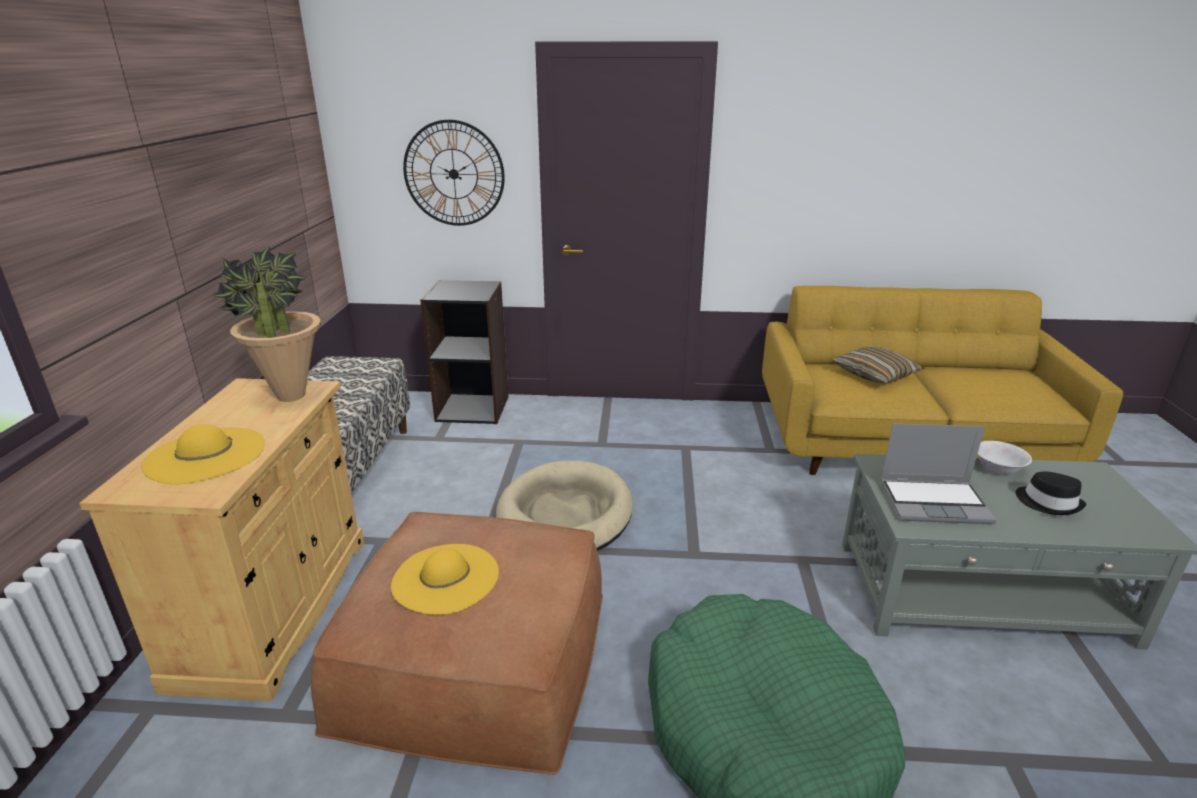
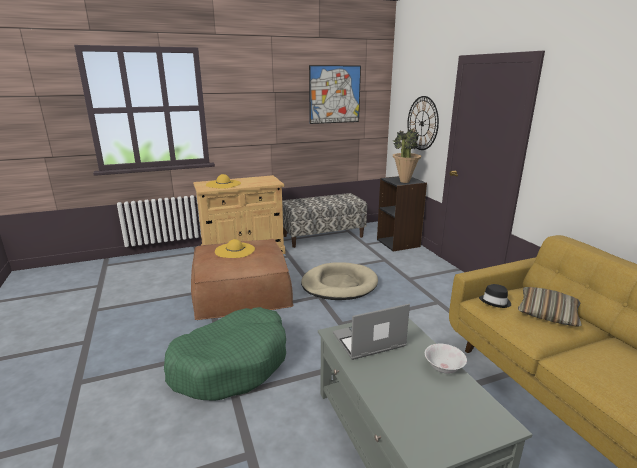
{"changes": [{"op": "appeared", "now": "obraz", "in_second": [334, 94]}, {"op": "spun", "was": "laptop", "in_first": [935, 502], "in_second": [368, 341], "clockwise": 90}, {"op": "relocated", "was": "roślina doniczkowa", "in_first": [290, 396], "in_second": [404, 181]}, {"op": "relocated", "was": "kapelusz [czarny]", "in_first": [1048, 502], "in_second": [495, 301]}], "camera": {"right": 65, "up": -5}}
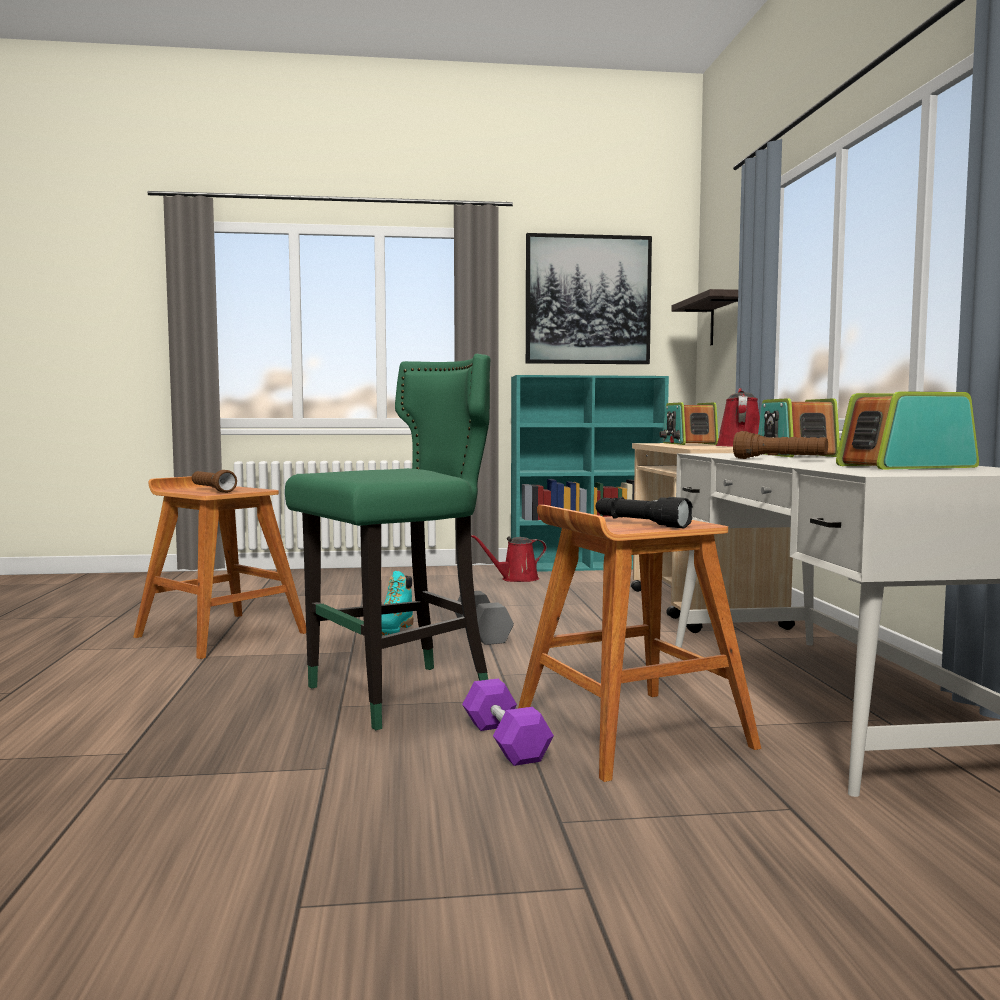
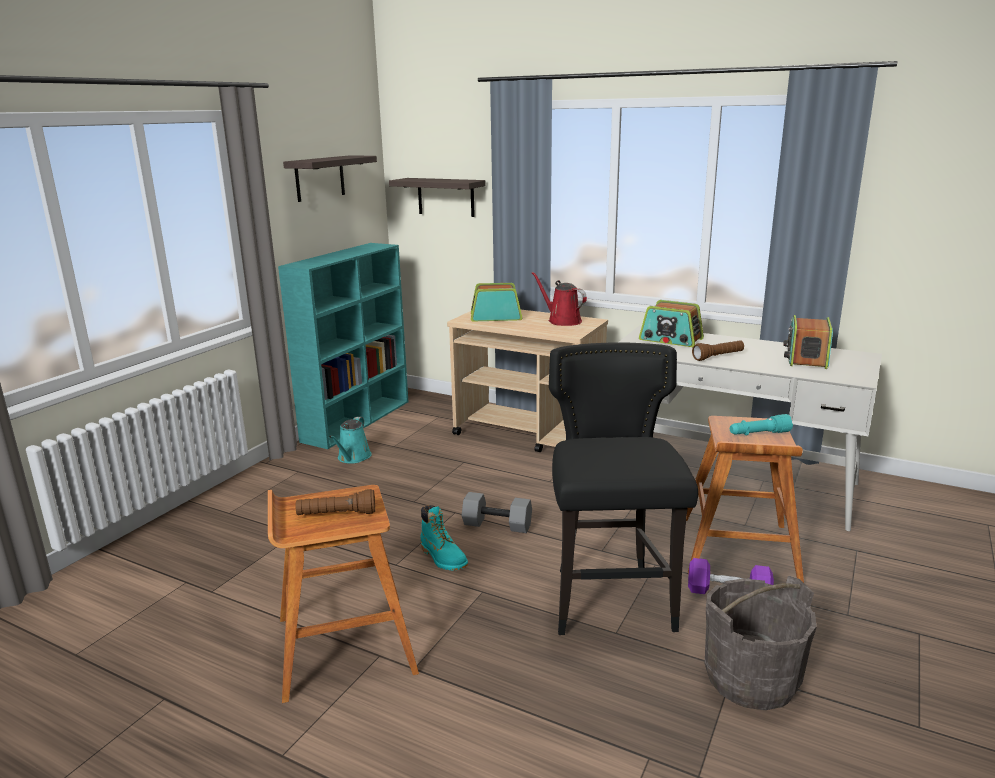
{"changes": [{"op": "exchanged", "was": "obraz", "now": "półka", "in_first": [587, 300], "in_second": [320, 178]}, {"op": "colour", "was": "konewka [czerwony]", "now": "konewka [turkusowy]", "in_first": [516, 579], "in_second": [353, 458]}, {"op": "spun", "was": "radio", "in_first": [688, 443], "in_second": [496, 317], "clockwise": 150}, {"op": "colour", "was": "stołek [zielony]", "now": "stołek [czarny]", "in_first": [398, 695], "in_second": [611, 602]}, {"op": "appeared", "now": "wiadro [szary]", "in_second": [750, 678]}, {"op": "colour", "was": "latarka [czarny]", "now": "latarka [turkusowy]", "in_first": [640, 524], "in_second": [758, 434]}], "camera": {"right": -55, "up": 15}}
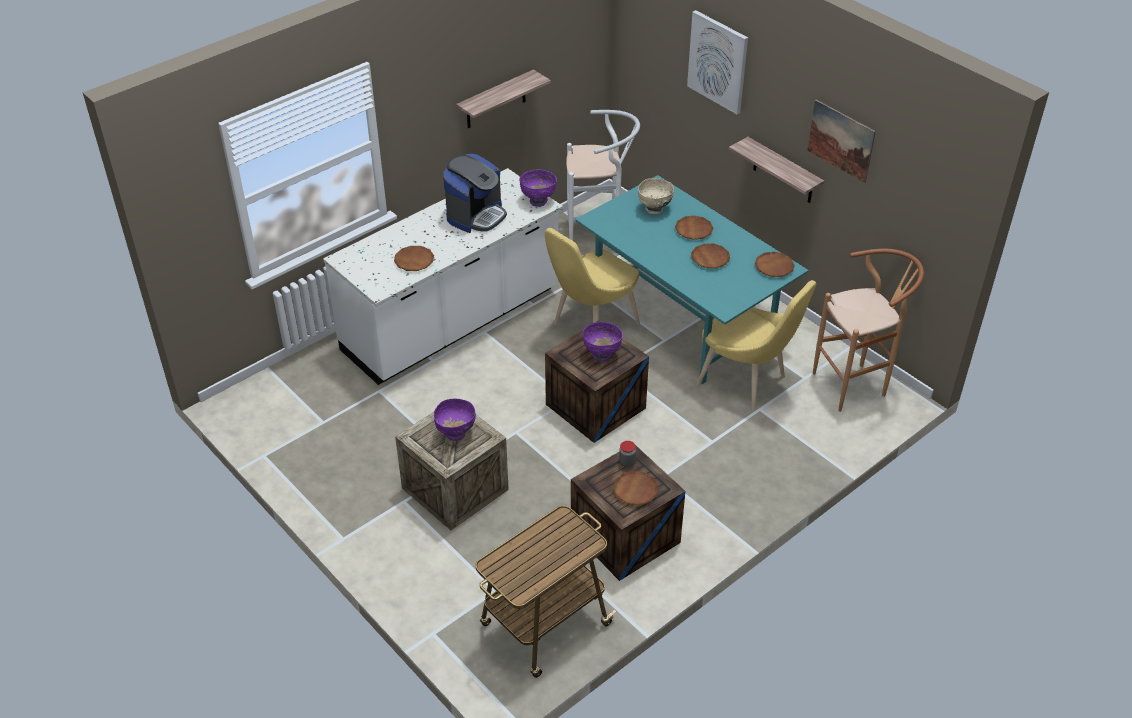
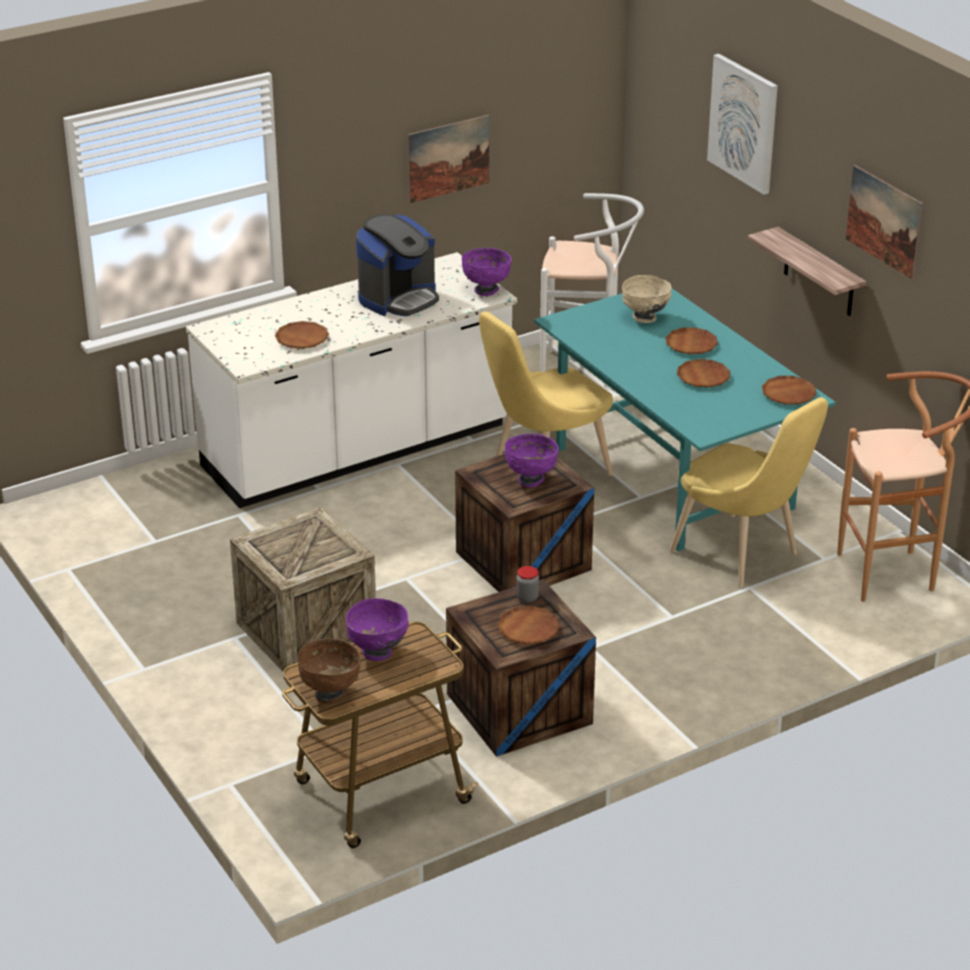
{"changes": [{"op": "appeared", "now": "miska [brązowy]", "in_second": [330, 694]}, {"op": "relocated", "was": "miska [fioletowy]", "in_first": [455, 434], "in_second": [377, 653]}, {"op": "exchanged", "was": "półka", "now": "obraz", "in_first": [496, 100], "in_second": [448, 158]}], "camera": {"right": 10, "up": -10}}
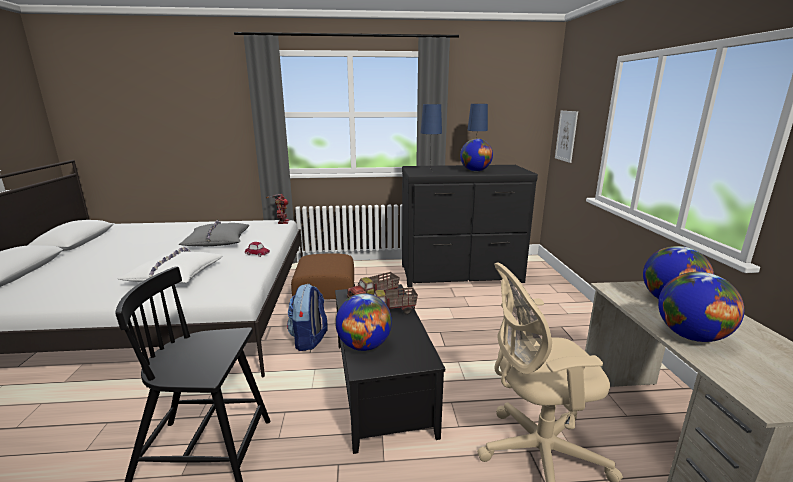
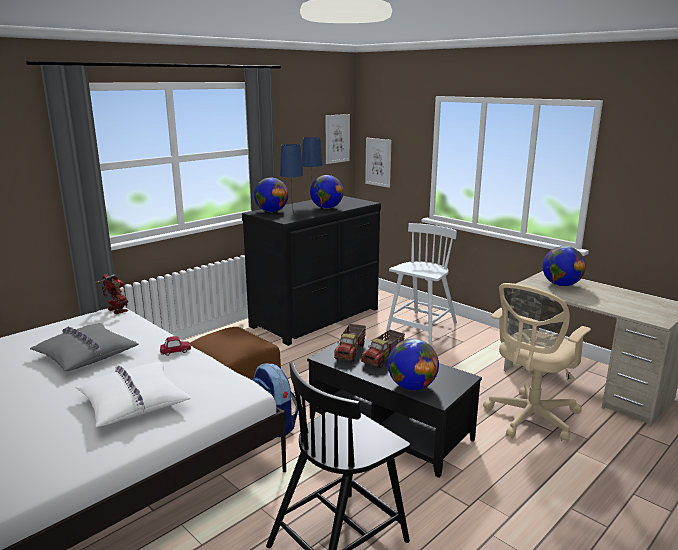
{"changes": [{"op": "relocated", "was": "globus", "in_first": [691, 336], "in_second": [271, 211]}, {"op": "appeared", "now": "obraz", "in_second": [337, 138]}, {"op": "appeared", "now": "krzesło [biały]", "in_second": [421, 328]}], "camera": {"right": -40, "up": 0}}
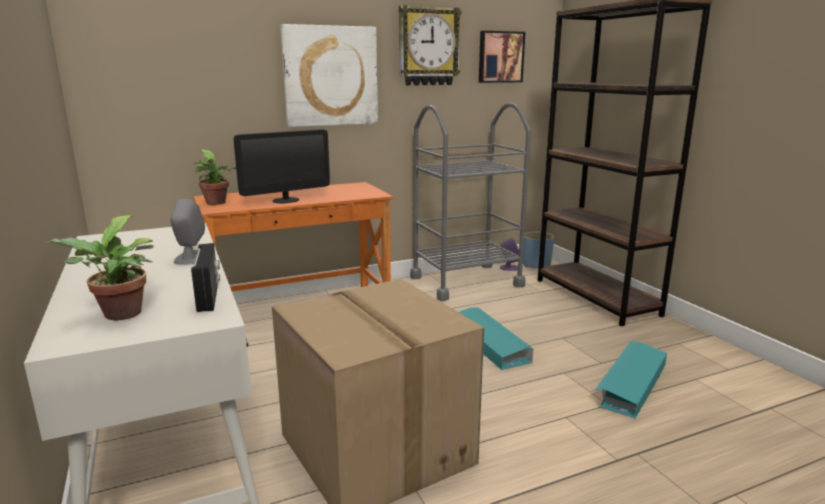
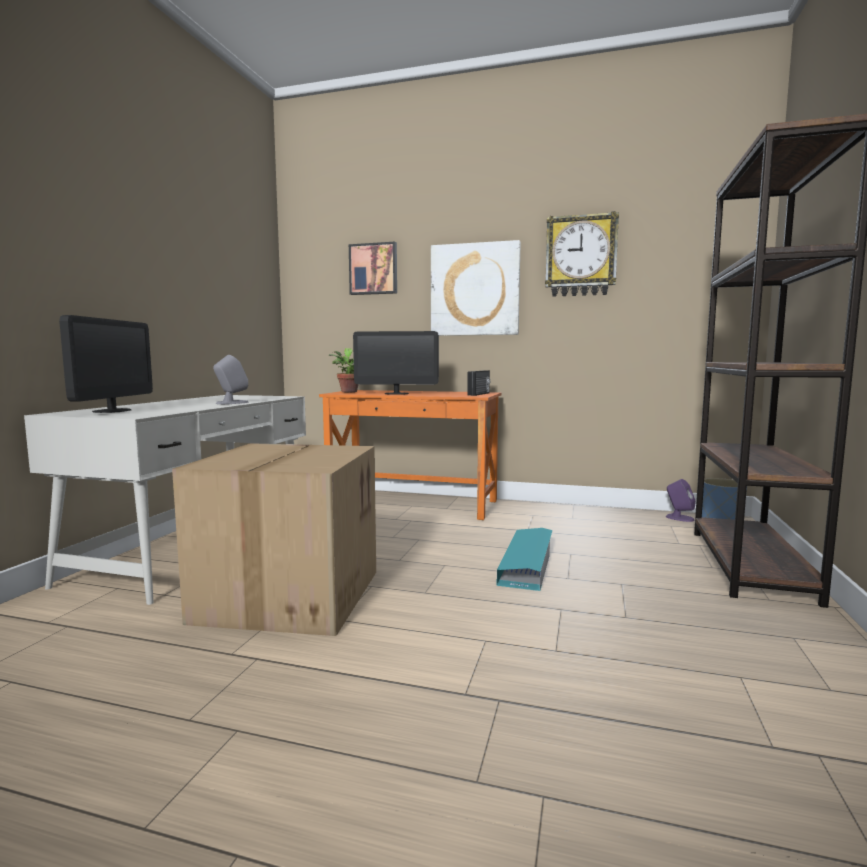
{"changes": [{"op": "exchanged", "was": "roślina doniczkowa", "now": "monitor", "in_first": [119, 315], "in_second": [112, 411]}, {"op": "relocated", "was": "obraz", "in_first": [500, 57], "in_second": [374, 269]}, {"op": "relocated", "was": "radio", "in_first": [210, 296], "in_second": [479, 394]}, {"op": "missing", "was": "wózek [szary]", "in_first": [466, 281]}, {"op": "missing", "was": "pojemnik do przechowywania [turkusowy]", "in_first": [631, 384]}], "camera": {"right": 40, "up": -10}}
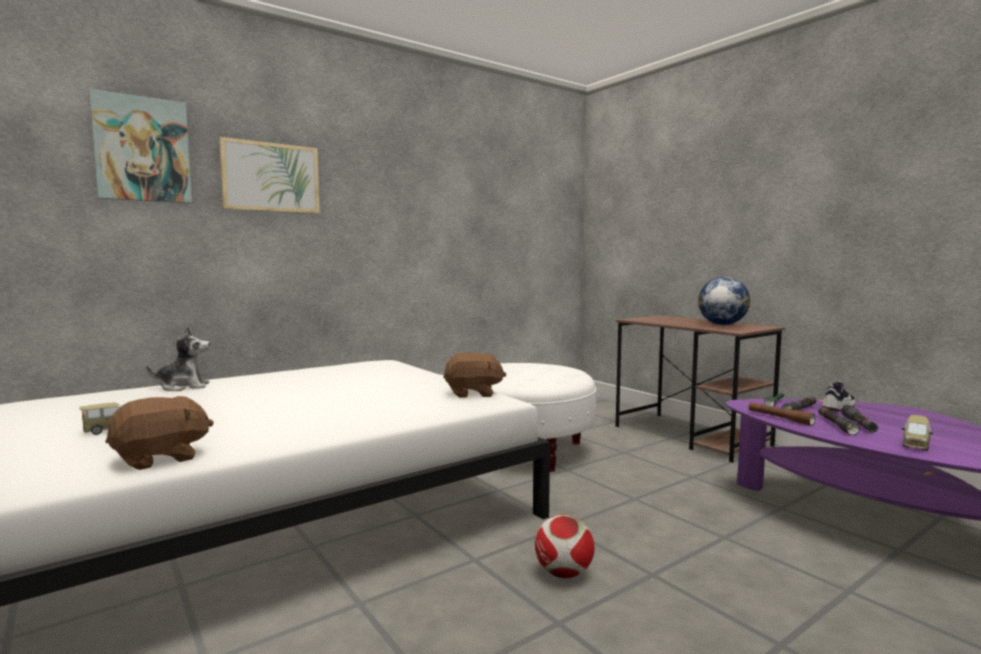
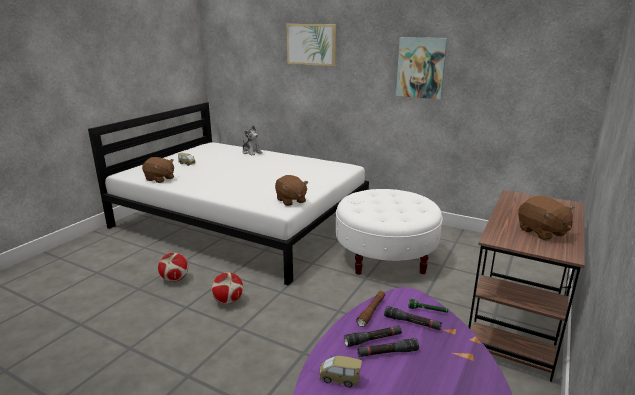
{"changes": [{"op": "appeared", "now": "piłka futbolowa", "in_second": [175, 279]}, {"op": "relocated", "was": "obraz", "in_first": [142, 149], "in_second": [421, 68]}, {"op": "exchanged", "was": "globus", "now": "pluszak [brązowy]", "in_first": [722, 324], "in_second": [542, 232]}, {"op": "missing", "was": "but", "in_first": [838, 407]}], "camera": {"right": 65, "up": 15}}
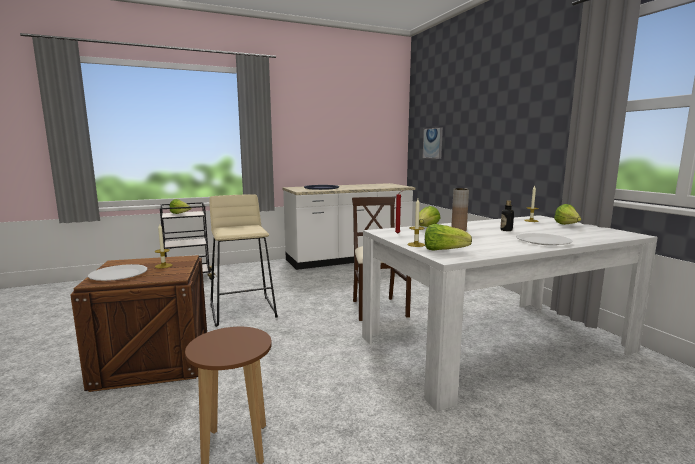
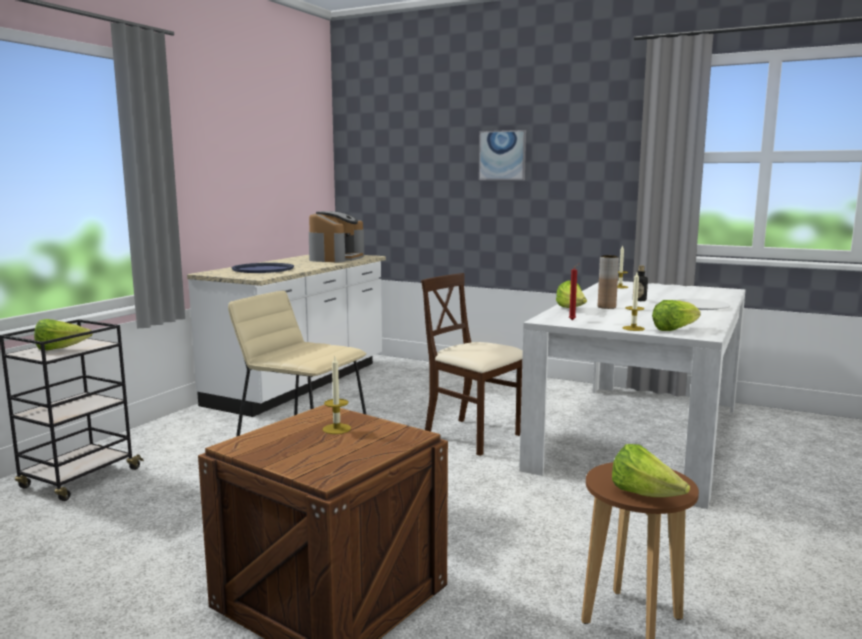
{"changes": [{"op": "appeared", "now": "ekspres do kawy", "in_second": [336, 258]}, {"op": "relocated", "was": "obraz", "in_first": [433, 143], "in_second": [502, 155]}, {"op": "relocated", "was": "sałata", "in_first": [567, 225], "in_second": [644, 495]}, {"op": "missing", "was": "talerz [biały]", "in_first": [119, 274]}], "camera": {"right": -40, "up": 0}}
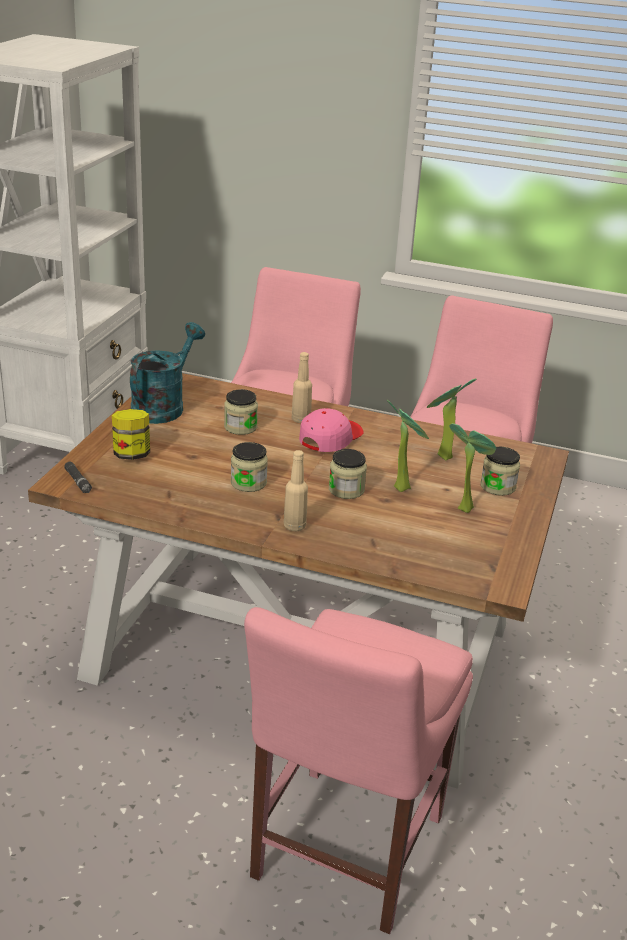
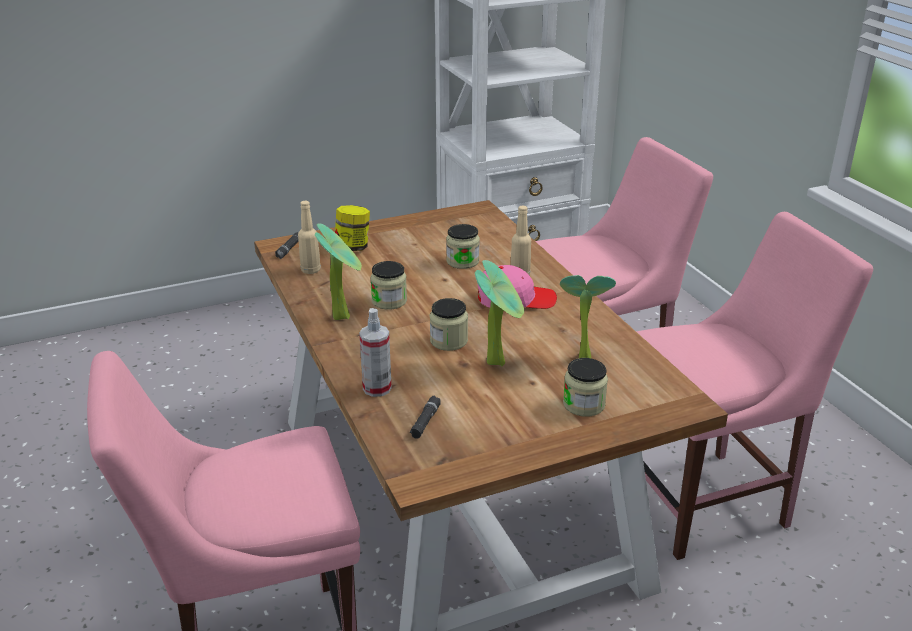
{"changes": [{"op": "relocated", "was": "butelka [beżowy]", "in_first": [294, 526], "in_second": [310, 270]}, {"op": "relocated", "was": "roślina doniczkowa", "in_first": [464, 507], "in_second": [343, 315]}, {"op": "appeared", "now": "spryskiwacz", "in_second": [377, 388]}, {"op": "appeared", "now": "latarka [czarny]", "in_second": [425, 421]}, {"op": "missing", "was": "konewka [turkusowy]", "in_first": [163, 406]}], "camera": {"right": 50, "up": 0}}
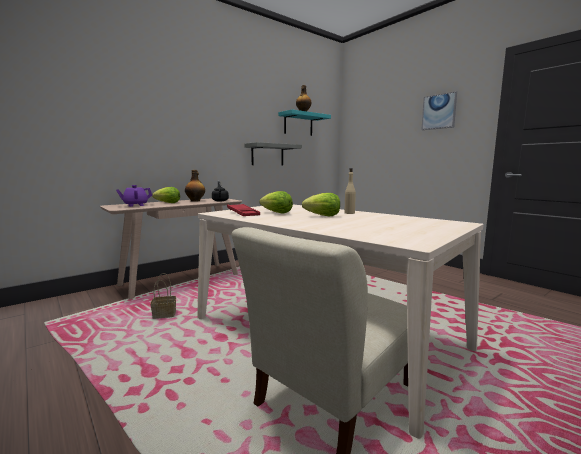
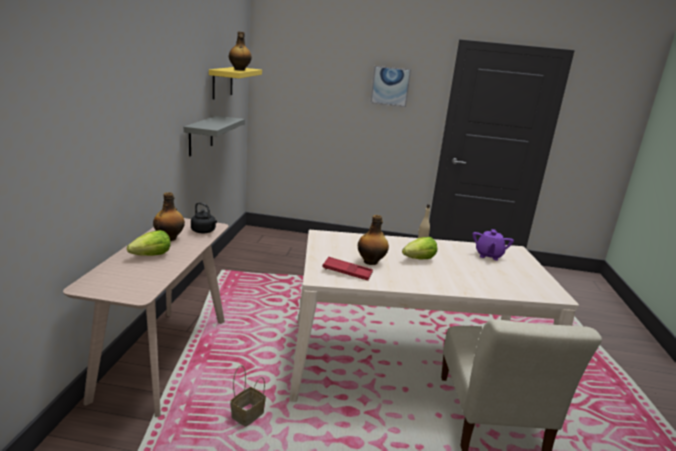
{"changes": [{"op": "colour", "was": "półka [turkusowy]", "now": "półka [żółty]", "in_first": [298, 124], "in_second": [222, 82]}, {"op": "exchanged", "was": "sałata", "now": "butelka", "in_first": [277, 213], "in_second": [371, 262]}, {"op": "relocated", "was": "imbryk [fioletowy]", "in_first": [135, 205], "in_second": [488, 255]}], "camera": {"right": -45, "up": 10}}
